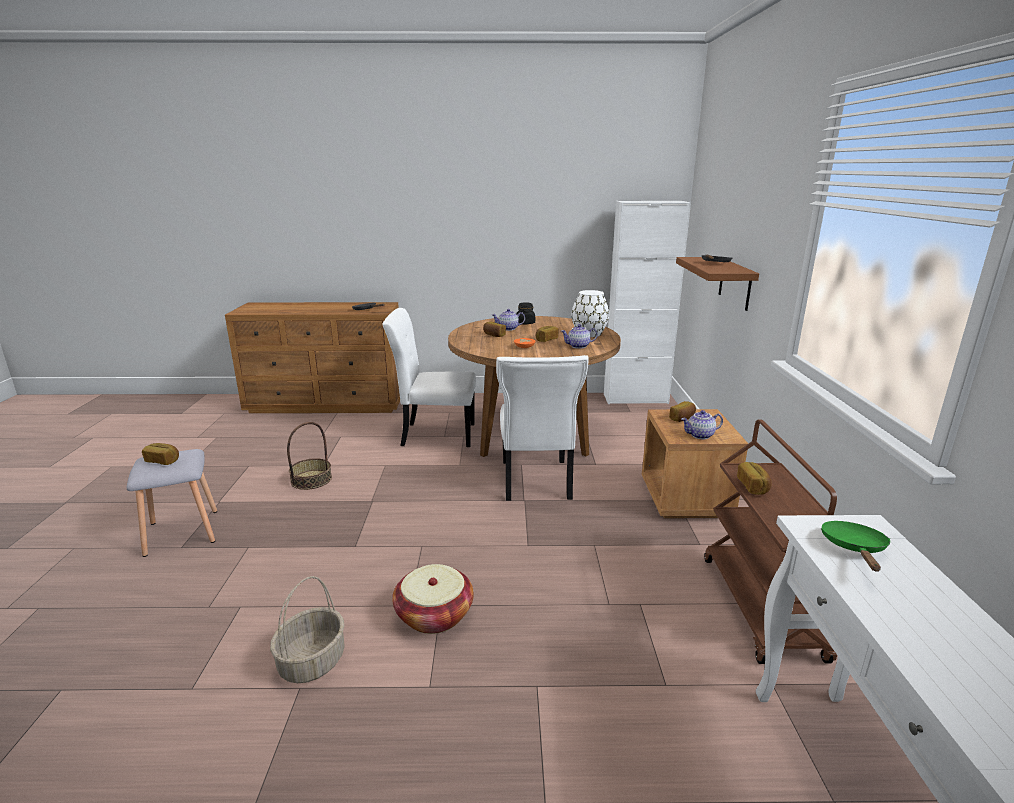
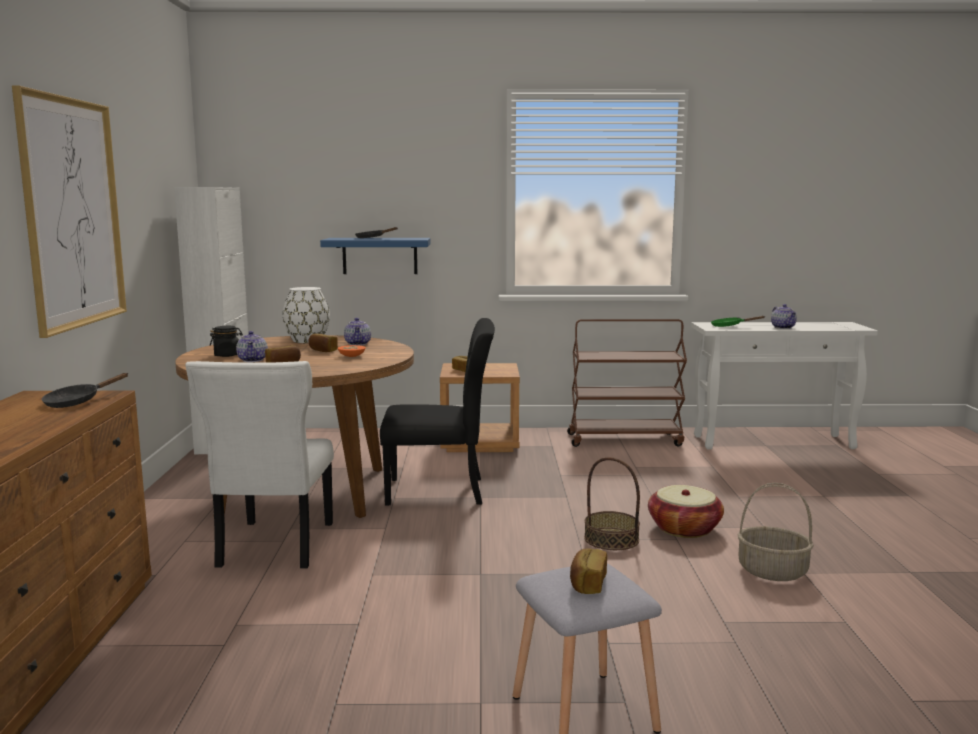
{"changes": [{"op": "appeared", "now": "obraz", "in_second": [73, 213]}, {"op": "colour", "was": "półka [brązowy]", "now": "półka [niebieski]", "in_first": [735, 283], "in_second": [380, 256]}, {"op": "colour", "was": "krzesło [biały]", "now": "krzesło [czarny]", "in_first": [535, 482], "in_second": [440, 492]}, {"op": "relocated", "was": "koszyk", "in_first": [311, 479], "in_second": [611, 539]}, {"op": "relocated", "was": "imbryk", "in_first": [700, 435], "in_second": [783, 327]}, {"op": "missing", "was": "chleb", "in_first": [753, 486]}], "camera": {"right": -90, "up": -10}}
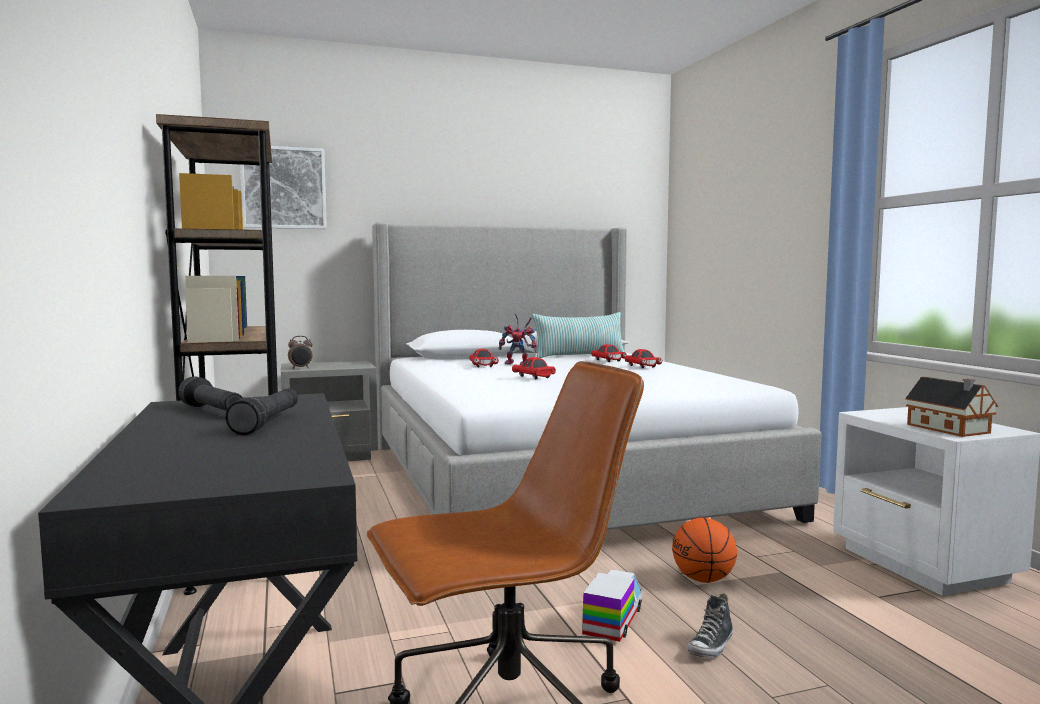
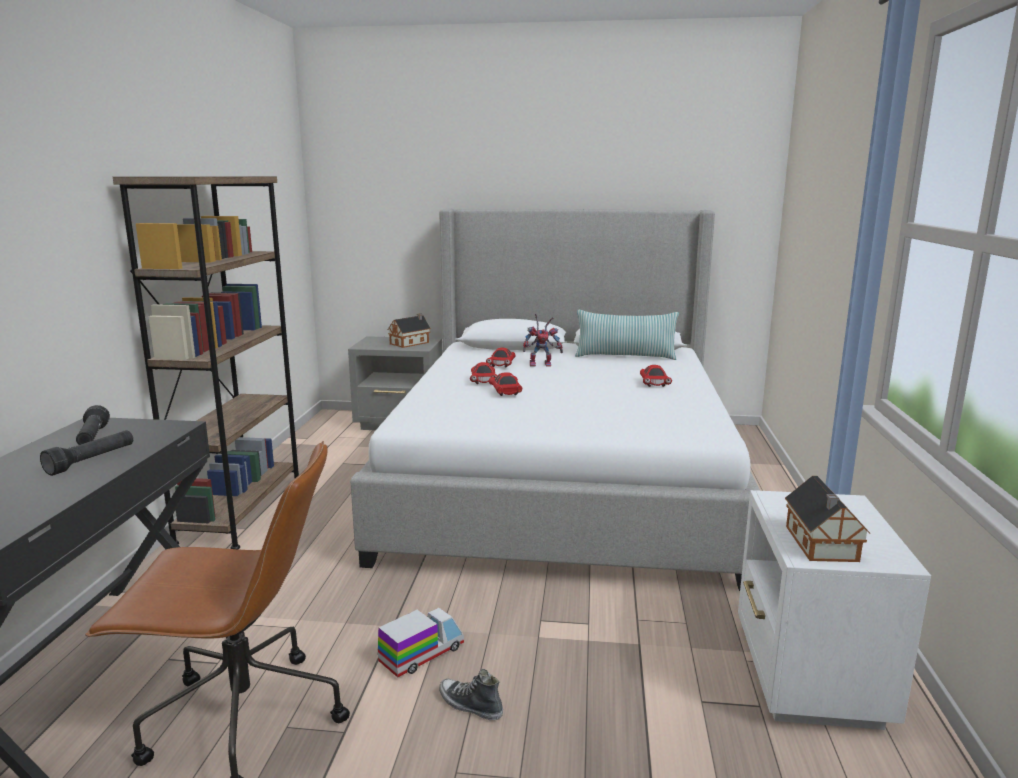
{"changes": [{"op": "appeared", "now": "domek", "in_second": [411, 343]}, {"op": "spun", "was": "but", "in_first": [711, 646], "in_second": [470, 705], "clockwise": 60}, {"op": "relocated", "was": "samochodzik [czerwony]", "in_first": [608, 360], "in_second": [483, 381]}, {"op": "spun", "was": "robot zabawkowy", "in_first": [519, 363], "in_second": [542, 364], "clockwise": -45}, {"op": "missing", "was": "obraz", "in_first": [284, 188]}, {"op": "missing", "was": "budzik", "in_first": [300, 368]}, {"op": "missing", "was": "piłka do koszykówki", "in_first": [703, 580]}], "camera": {"right": 25, "up": 10}}
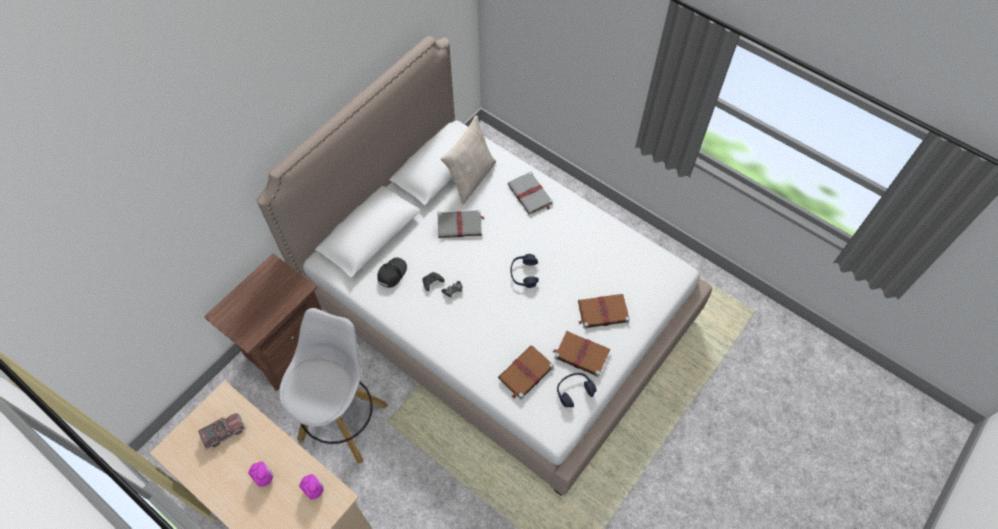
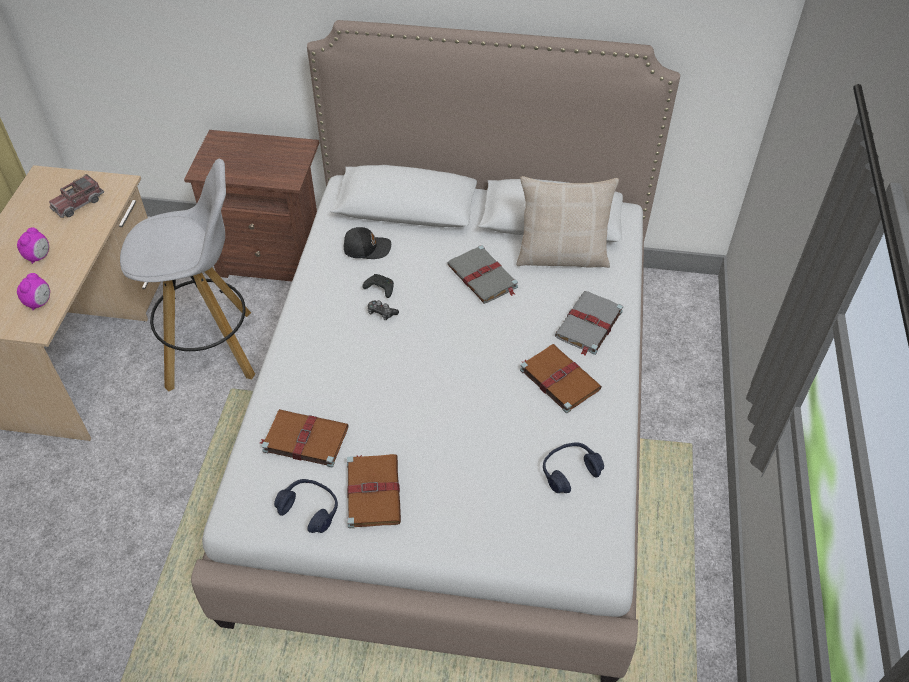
{"changes": [{"op": "spun", "was": "ciężarówka zabawkowa", "in_first": [223, 432], "in_second": [78, 203], "clockwise": 105}, {"op": "relocated", "was": "książka [brązowy]", "in_first": [602, 312], "in_second": [558, 379]}, {"op": "relocated", "was": "słuchawki [niebieski]", "in_first": [524, 274], "in_second": [569, 471]}], "camera": {"right": 60, "up": -10}}
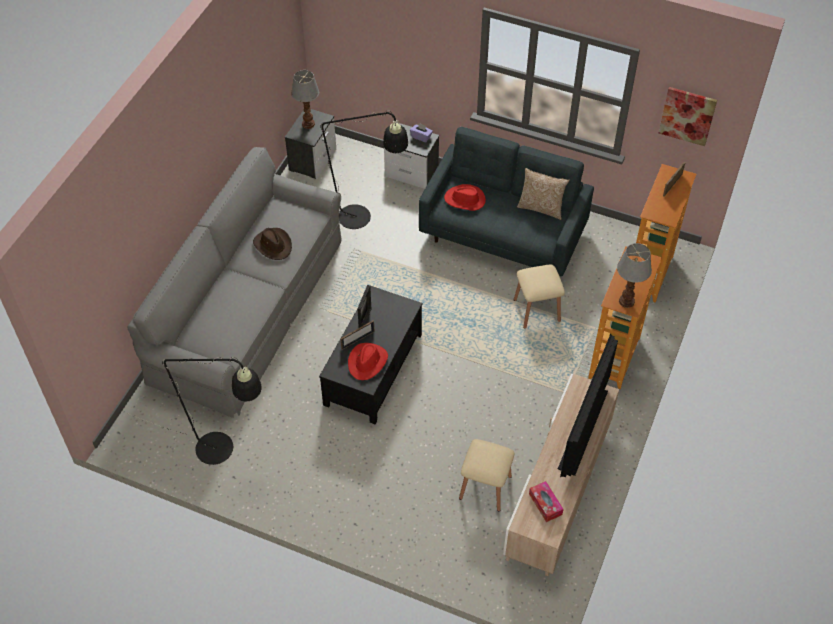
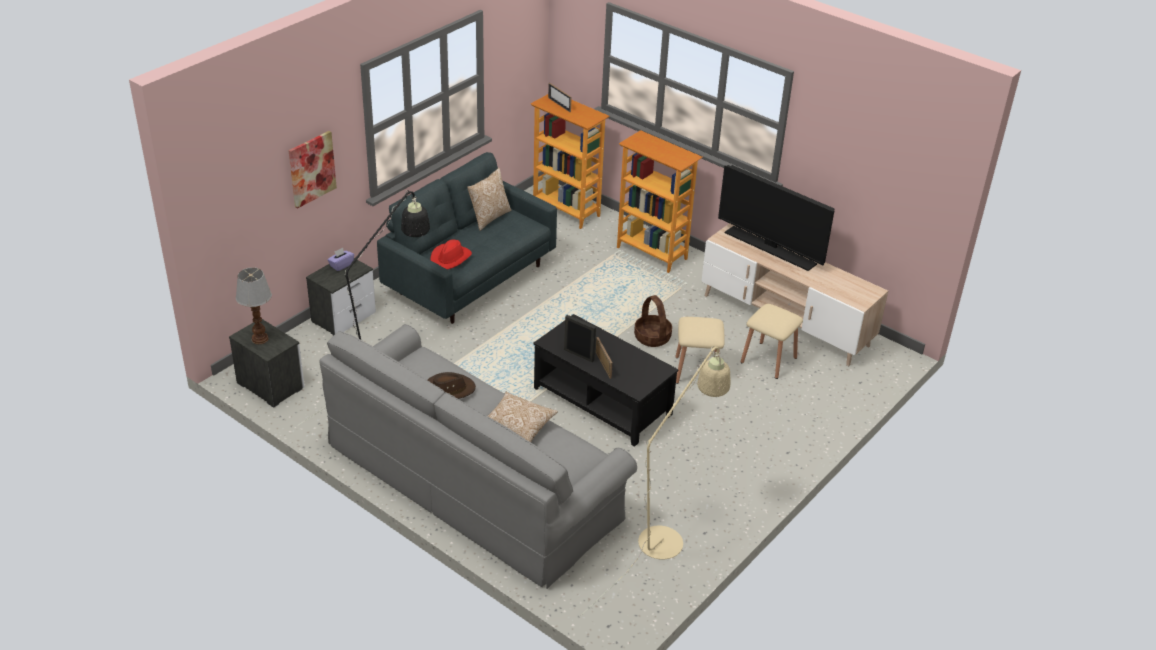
{"changes": [{"op": "relocated", "was": "obraz", "in_first": [687, 115], "in_second": [311, 169]}, {"op": "appeared", "now": "poduszka", "in_second": [517, 427]}, {"op": "colour", "was": "lampa stojąca [czarny]", "now": "lampa stojąca [beżowy]", "in_first": [223, 451], "in_second": [667, 535]}, {"op": "appeared", "now": "koszyk", "in_second": [652, 337]}, {"op": "relocated", "was": "stołek [beżowy]", "in_first": [536, 310], "in_second": [696, 371]}, {"op": "missing", "was": "kapelusz [czerwony]", "in_first": [367, 362]}, {"op": "missing", "was": "pudełko chusteczek", "in_first": [545, 504]}, {"op": "missing", "was": "lampa stołowa", "in_first": [627, 301]}], "camera": {"right": -75, "up": -15}}
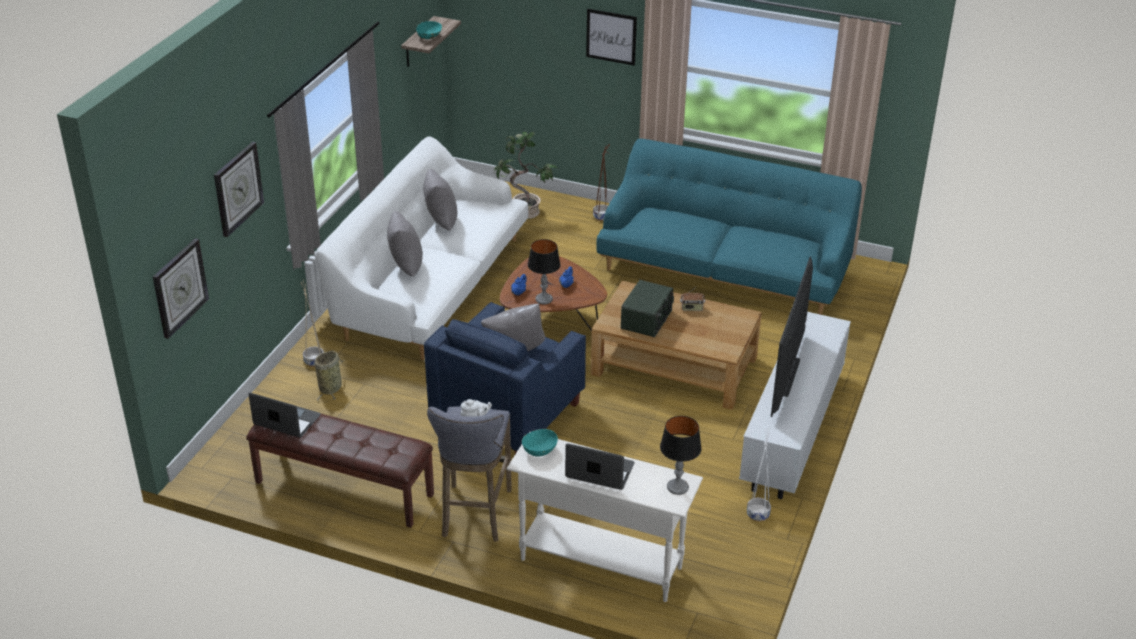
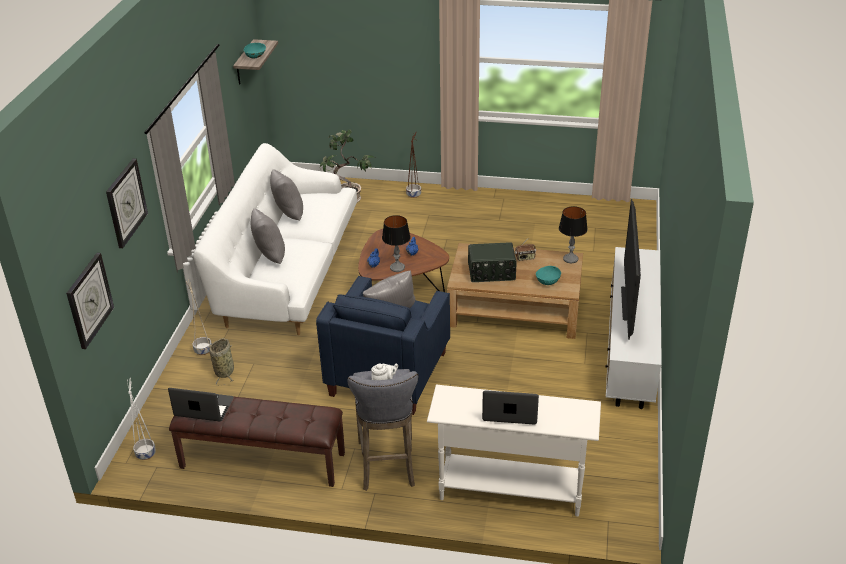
{"changes": [{"op": "relocated", "was": "donica [biały]", "in_first": [758, 514], "in_second": [145, 453]}, {"op": "spun", "was": "radio", "in_first": [647, 320], "in_second": [491, 273], "clockwise": 75}, {"op": "relocated", "was": "miska [turkusowy]", "in_first": [539, 450], "in_second": [547, 281]}, {"op": "relocated", "was": "lampa stołowa", "in_first": [677, 487], "in_second": [570, 259]}, {"op": "missing", "was": "obraz", "in_first": [611, 36]}, {"op": "missing", "was": "kanapa [turkusowy]", "in_first": [724, 269]}], "camera": {"right": -10, "up": 0}}
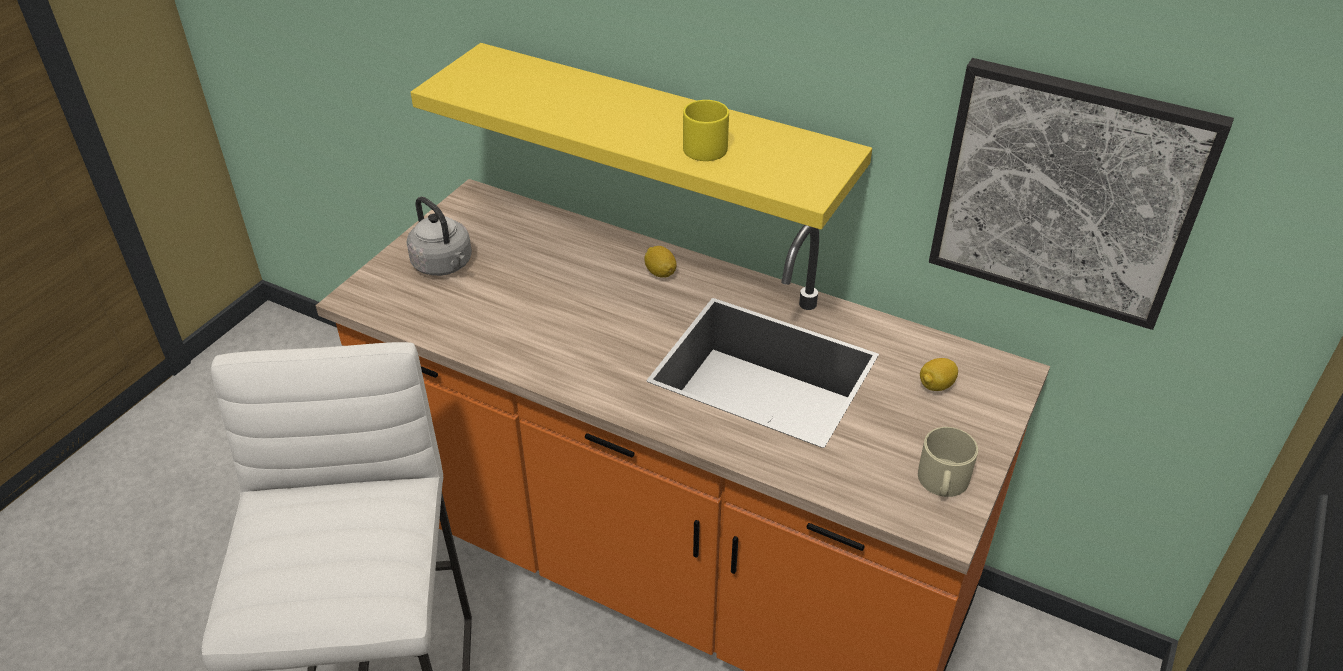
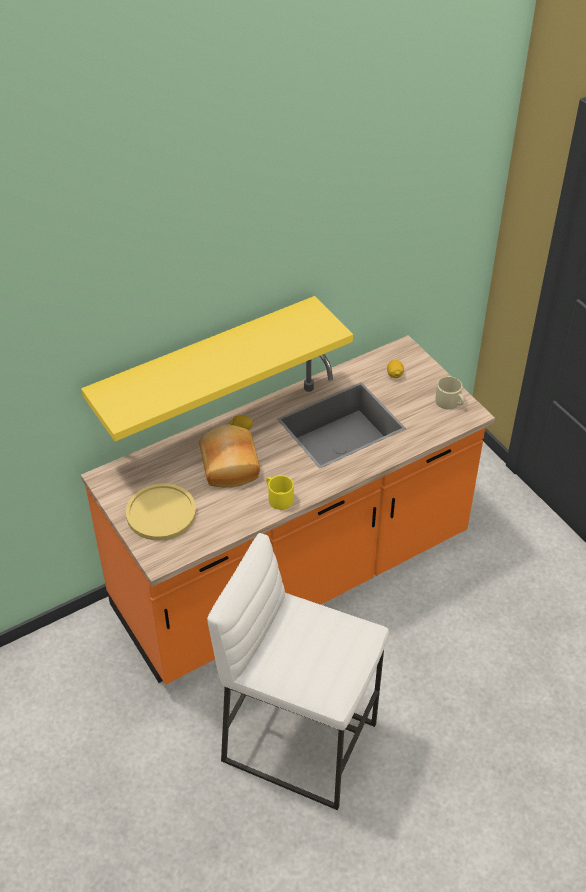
{"changes": [{"op": "exchanged", "was": "czajnik [szary]", "now": "talerz [żółty]", "in_first": [444, 265], "in_second": [161, 513]}, {"op": "appeared", "now": "chleb", "in_second": [228, 466]}, {"op": "relocated", "was": "kubek [żółty]", "in_first": [706, 145], "in_second": [277, 498]}, {"op": "missing", "was": "obraz", "in_first": [1067, 193]}], "camera": {"right": -60, "up": 5}}
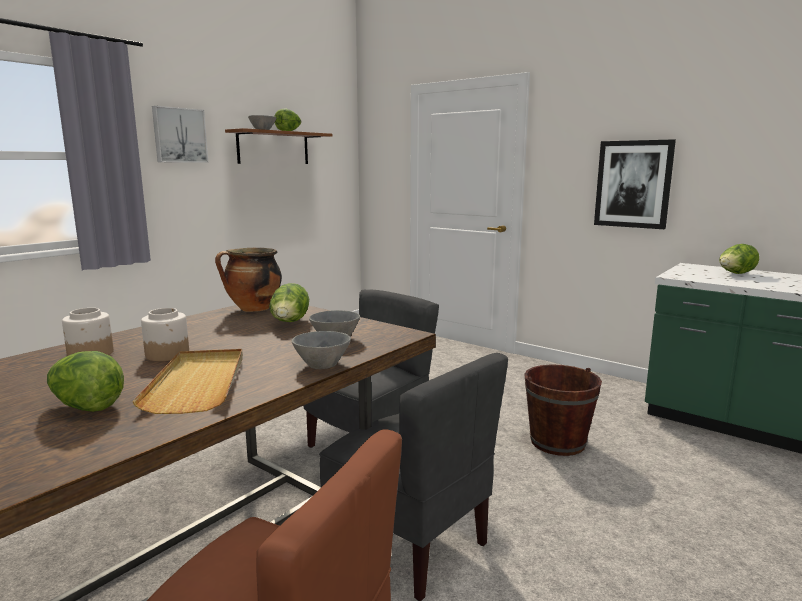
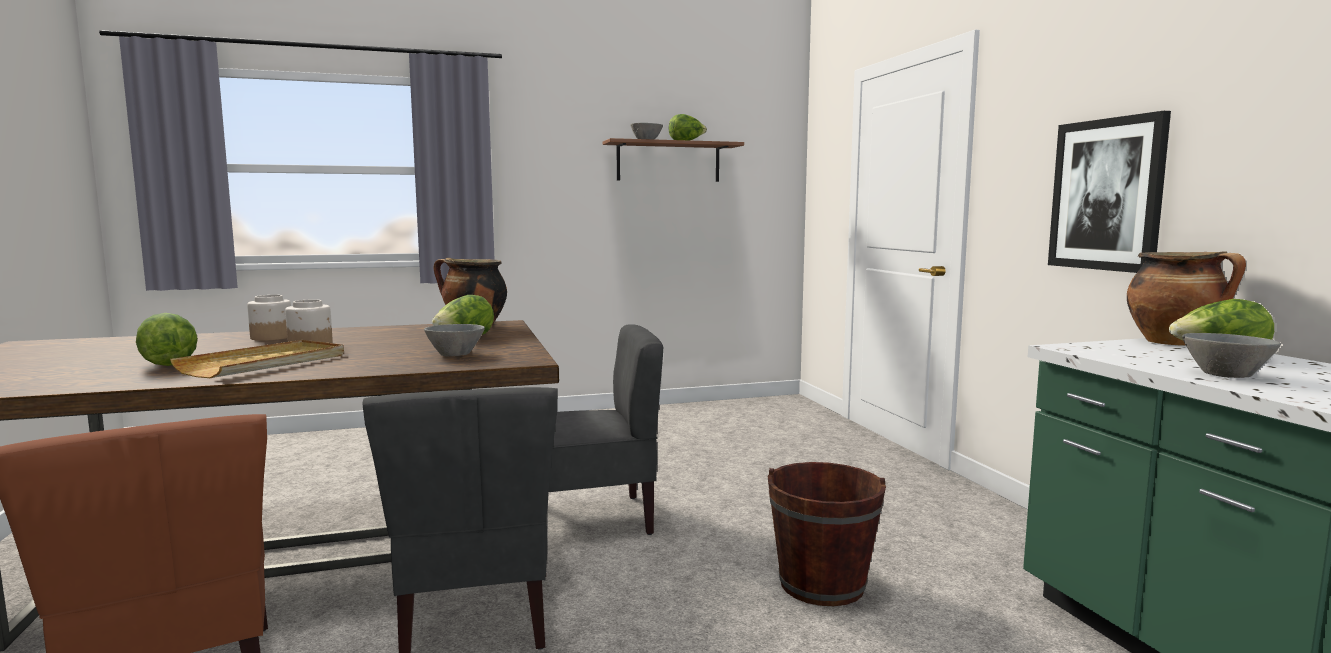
{"changes": [{"op": "appeared", "now": "garnek", "in_second": [1175, 343]}, {"op": "relocated", "was": "miska [szary]", "in_first": [324, 364], "in_second": [1228, 375]}, {"op": "missing", "was": "obraz", "in_first": [179, 135]}], "camera": {"right": 35, "up": -5}}
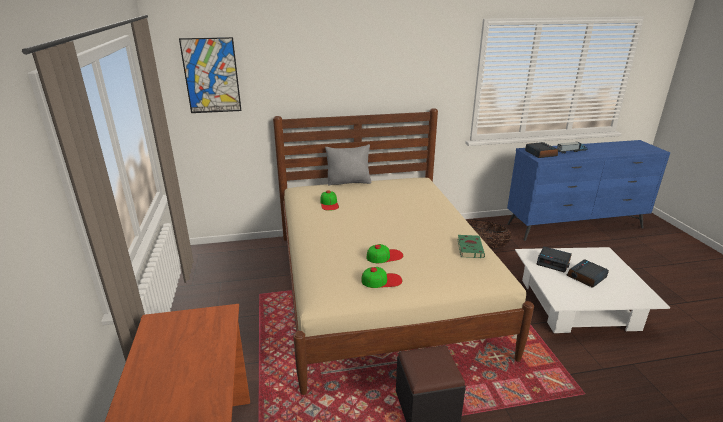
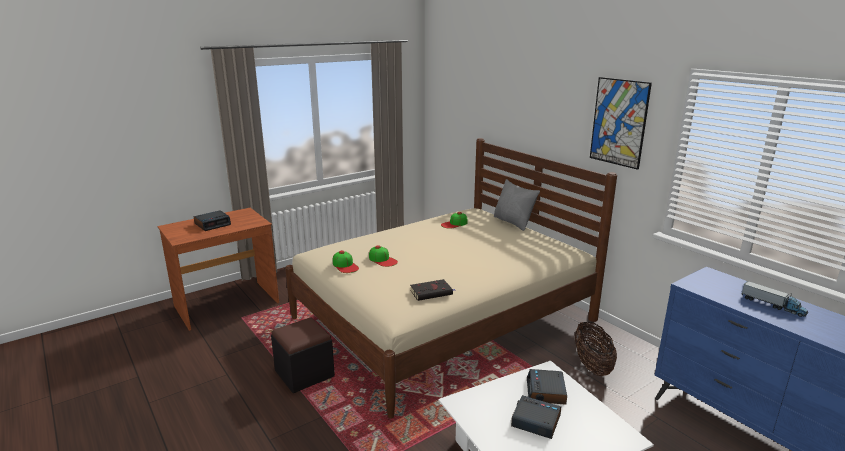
{"changes": [{"op": "relocated", "was": "budzik", "in_first": [540, 153], "in_second": [213, 224]}, {"op": "colour", "was": "książka [zielony]", "now": "książka [czarny]", "in_first": [469, 248], "in_second": [432, 292]}, {"op": "relocated", "was": "obraz", "in_first": [211, 76], "in_second": [619, 122]}], "camera": {"right": 65, "up": -5}}
